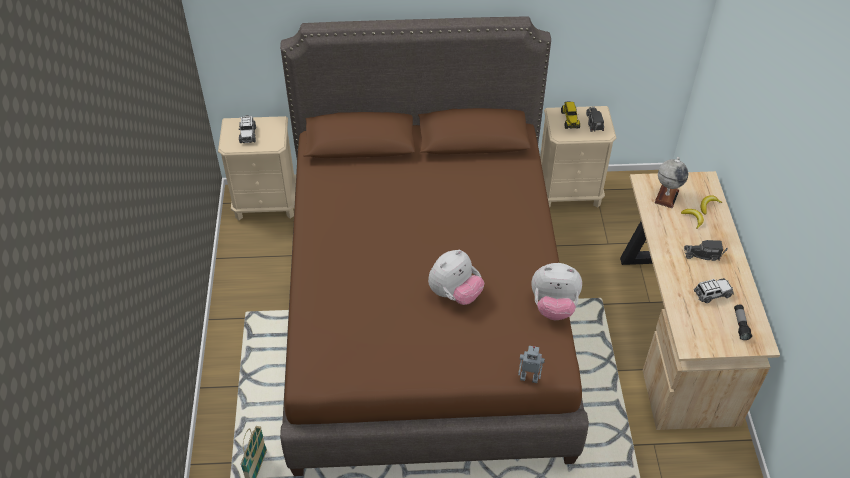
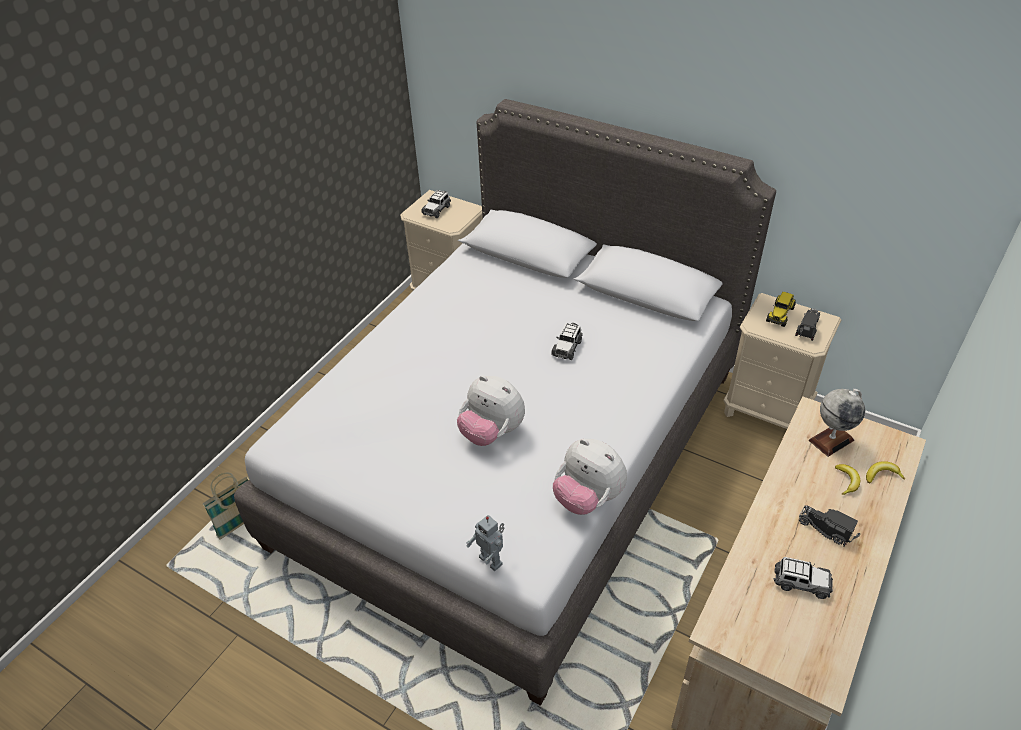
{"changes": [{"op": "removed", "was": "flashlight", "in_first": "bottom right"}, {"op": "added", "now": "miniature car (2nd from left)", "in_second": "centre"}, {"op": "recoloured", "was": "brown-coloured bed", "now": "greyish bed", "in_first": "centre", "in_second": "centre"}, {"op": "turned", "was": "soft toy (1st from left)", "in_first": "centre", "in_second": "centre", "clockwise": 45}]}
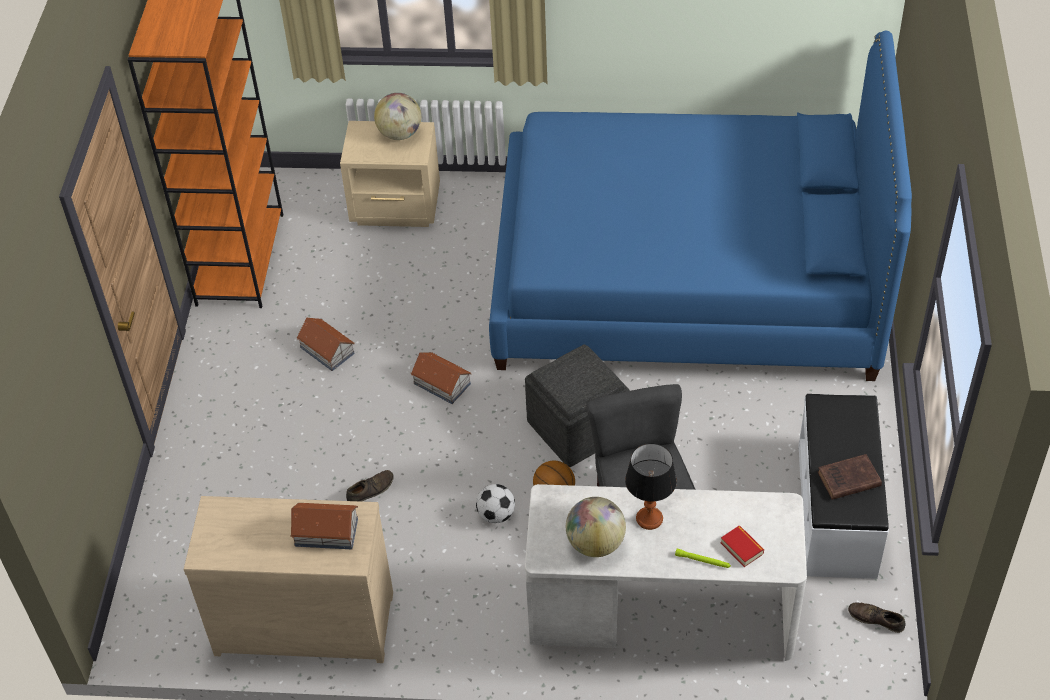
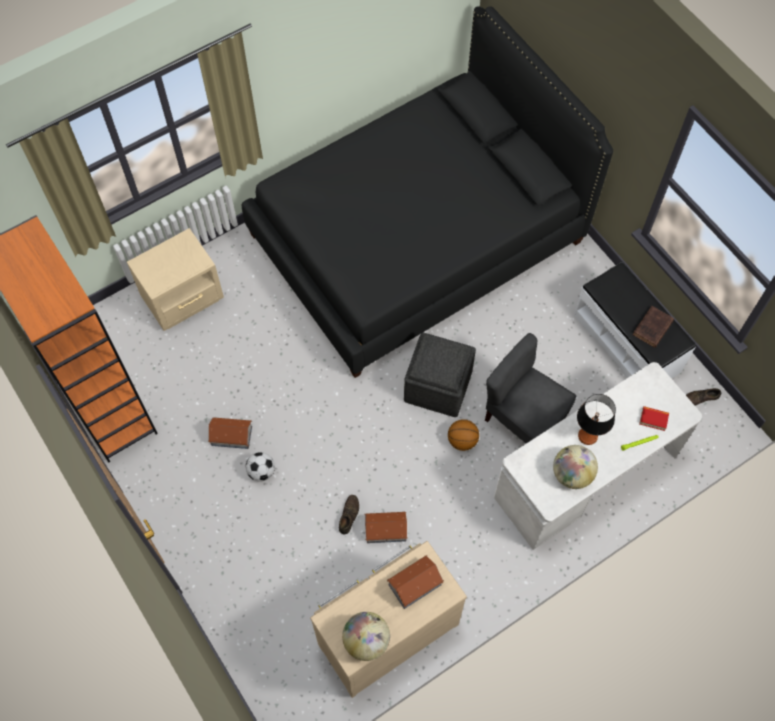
{"changes": [{"op": "moved", "was": "globe (1st from left)", "in_first": "top centre", "in_second": "bottom centre"}, {"op": "moved", "was": "toy house (3rd from left in the first image)", "now": "toy house (2nd from left)", "in_first": "centre", "in_second": "bottom centre"}, {"op": "moved", "was": "football ball", "in_first": "bottom centre", "in_second": "centre"}, {"op": "recoloured", "was": "bluish bed", "now": "blackish bed", "in_first": "top right", "in_second": "top centre"}]}
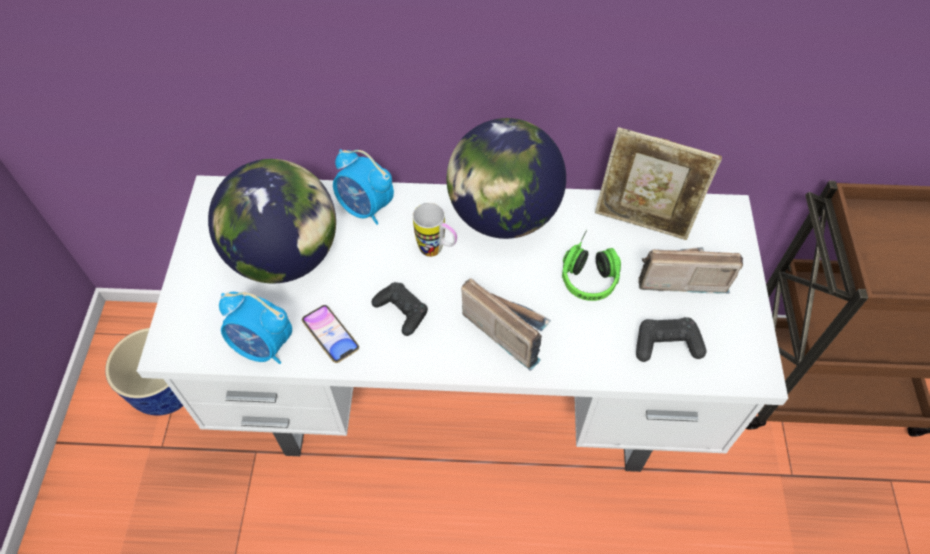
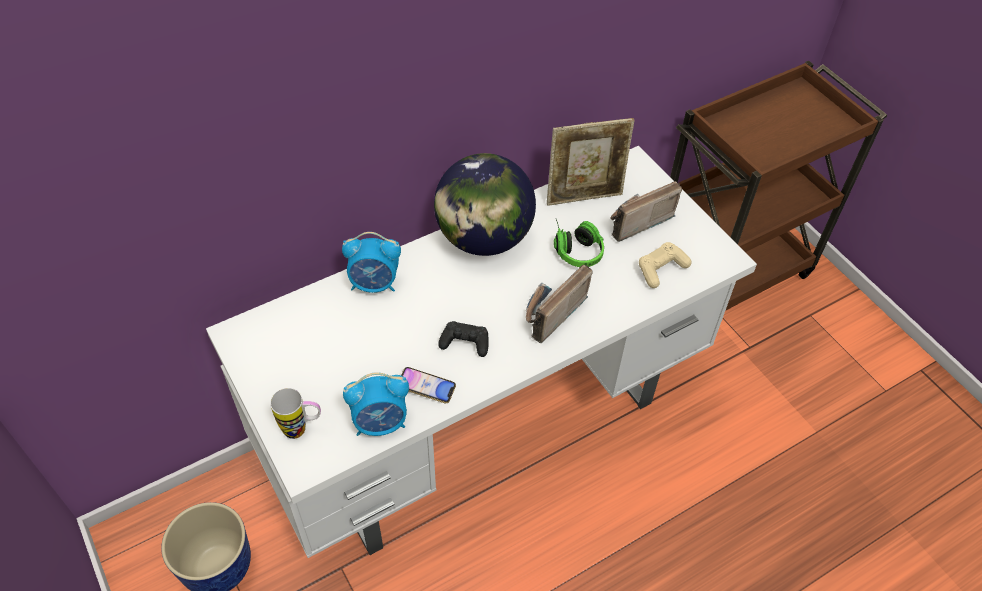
{"changes": [{"op": "removed", "was": "globe (1st from left)", "in_first": "middle left"}, {"op": "moved", "was": "tea mug", "in_first": "centre", "in_second": "bottom left"}, {"op": "recoloured", "was": "blackish gamepad (2nd from left)", "now": "sand-coloured gamepad", "in_first": "middle right", "in_second": "middle right"}, {"op": "turned", "was": "radio receiver (1st from left)", "in_first": "centre", "in_second": "centre", "clockwise": -60}]}
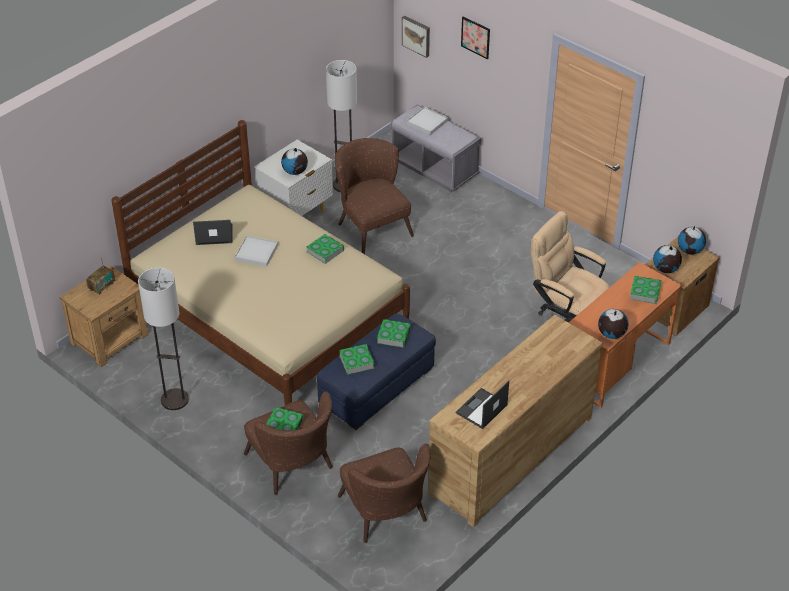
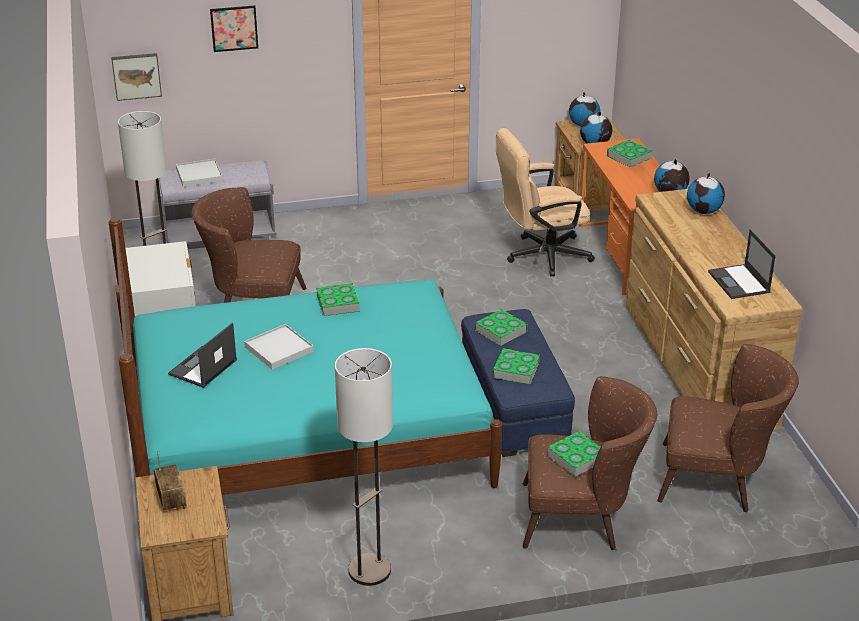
{"changes": [{"op": "moved", "was": "globe (1st from left in the first image)", "now": "globe (4th from left)", "in_first": "top centre", "in_second": "top right"}, {"op": "recoloured", "was": "sand-coloured bed", "now": "blue-green bed", "in_first": "middle left", "in_second": "centre"}]}
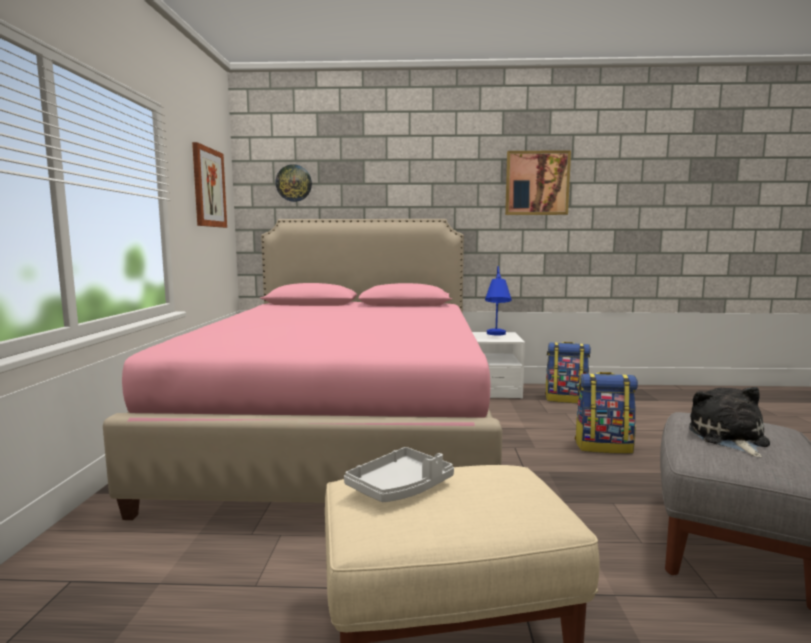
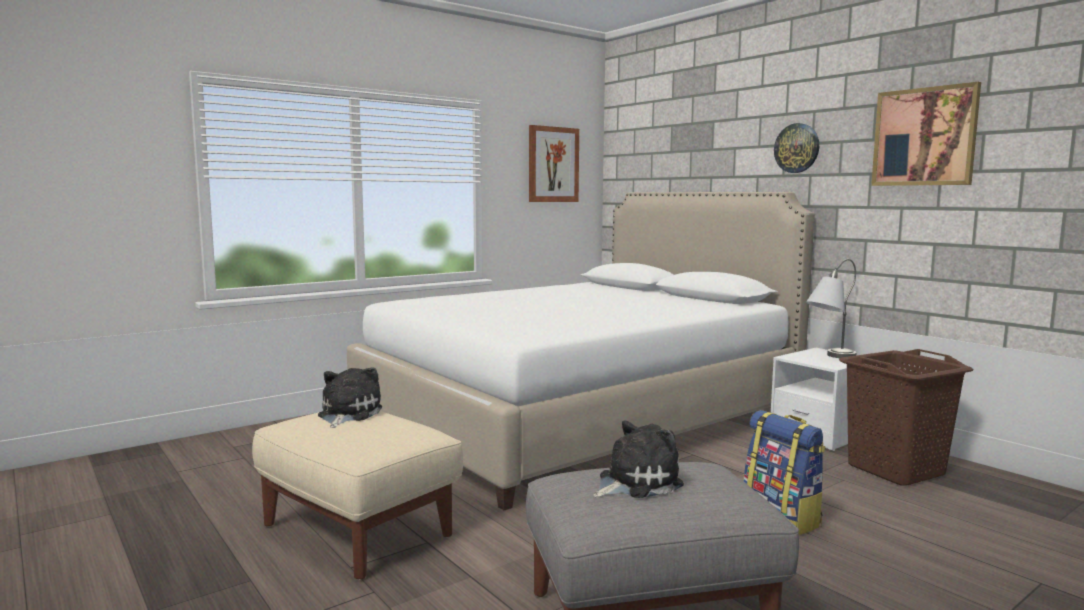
{"changes": [{"op": "moved", "was": "wall clock", "in_first": "top centre", "in_second": "top right"}, {"op": "replaced", "was": "greyish tray", "now": "soft toy (1st from left)", "in_first": "bottom centre", "in_second": "middle left"}, {"op": "replaced", "was": "rucksack (1st from left)", "now": "brown-coloured hamper", "in_first": "middle right", "in_second": "bottom right"}, {"op": "recoloured", "was": "pink-coloured bed", "now": "whitish bed", "in_first": "centre", "in_second": "centre"}, {"op": "recoloured", "was": "bluish tabletop lamp", "now": "greyish tabletop lamp", "in_first": "centre", "in_second": "middle right"}]}
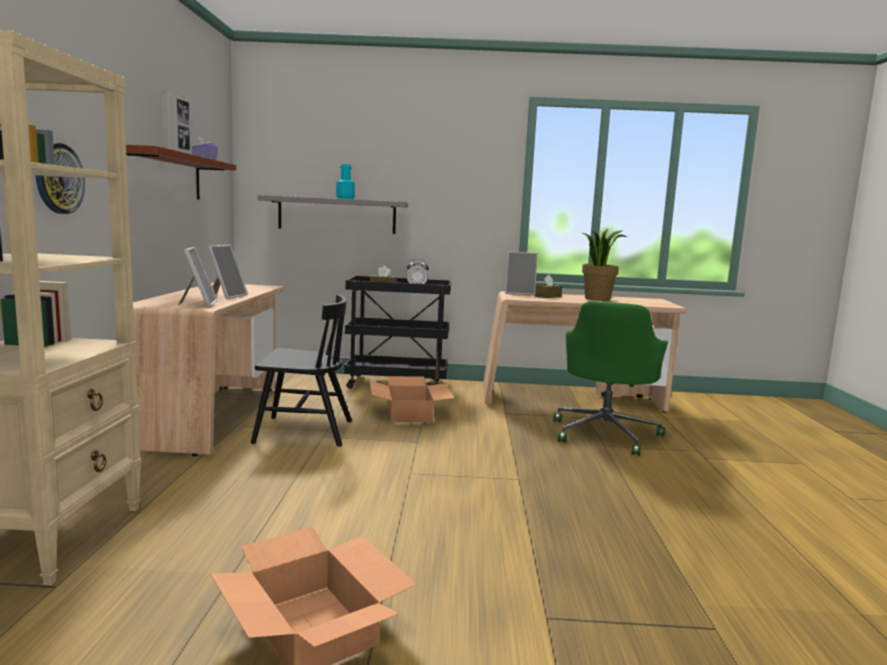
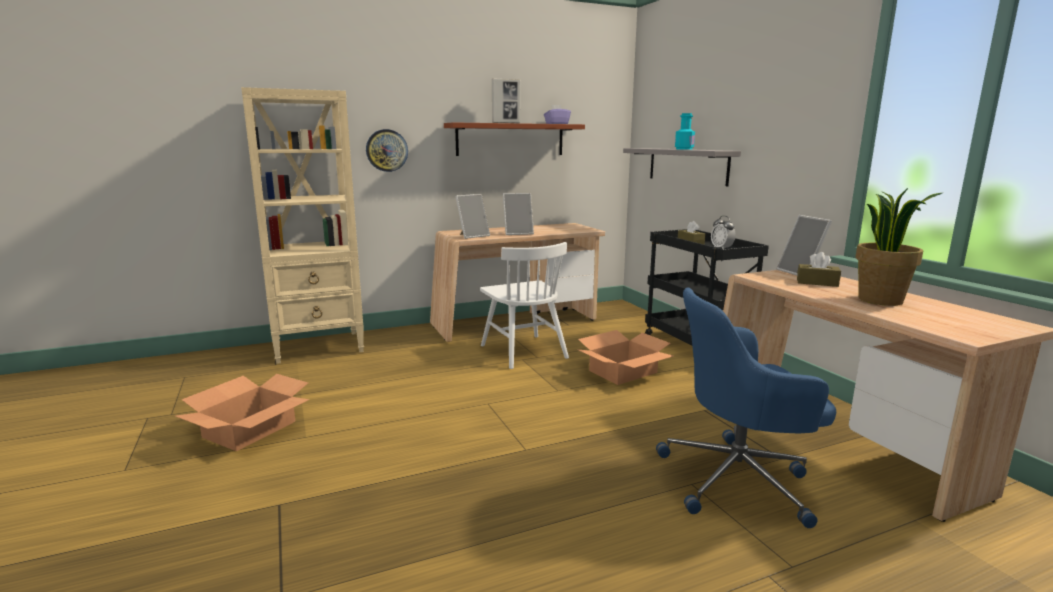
{"changes": [{"op": "recoloured", "was": "blackish plain chair", "now": "whitish plain chair", "in_first": "centre", "in_second": "centre"}, {"op": "recoloured", "was": "green computer chair", "now": "bluish computer chair", "in_first": "middle right", "in_second": "bottom right"}]}
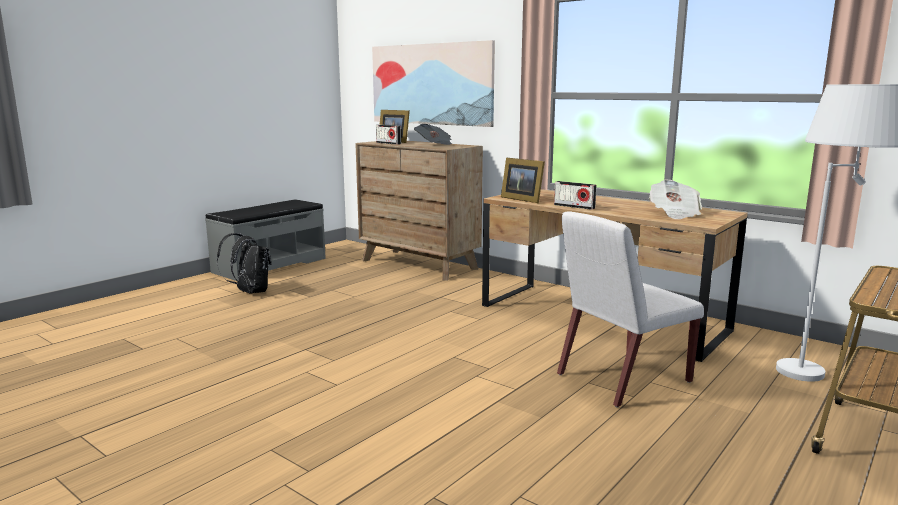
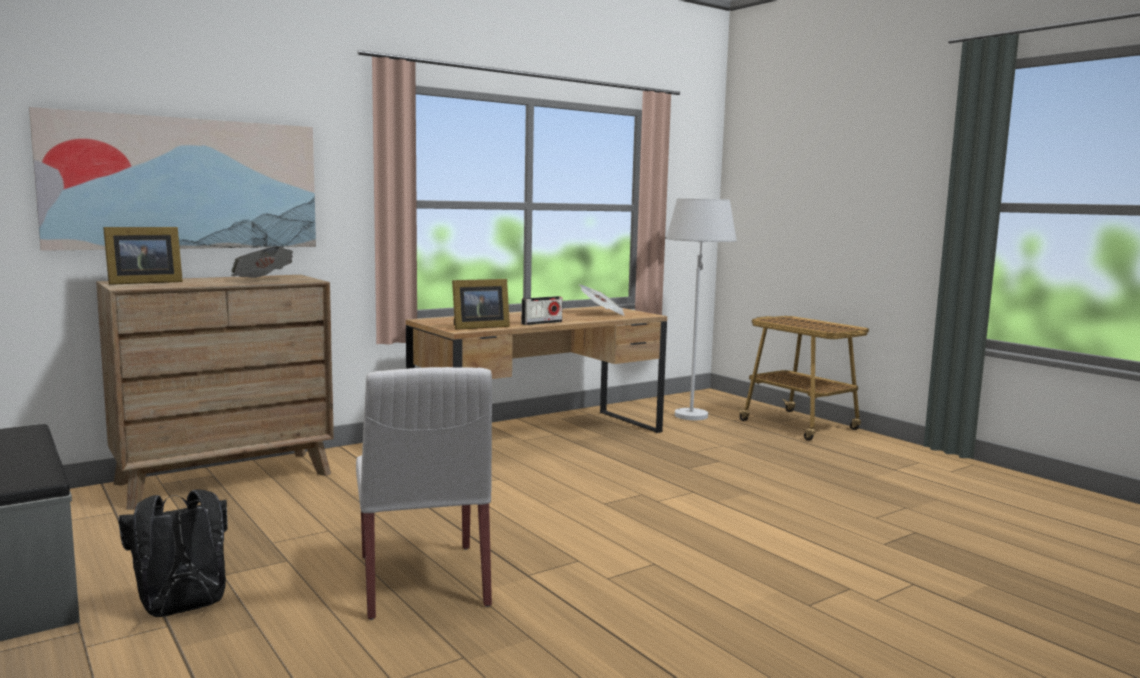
{"changes": [{"op": "removed", "was": "radio receiver (1st from left)", "in_first": "top centre"}, {"op": "moved", "was": "whitish plain chair", "in_first": "middle right", "in_second": "bottom centre"}]}
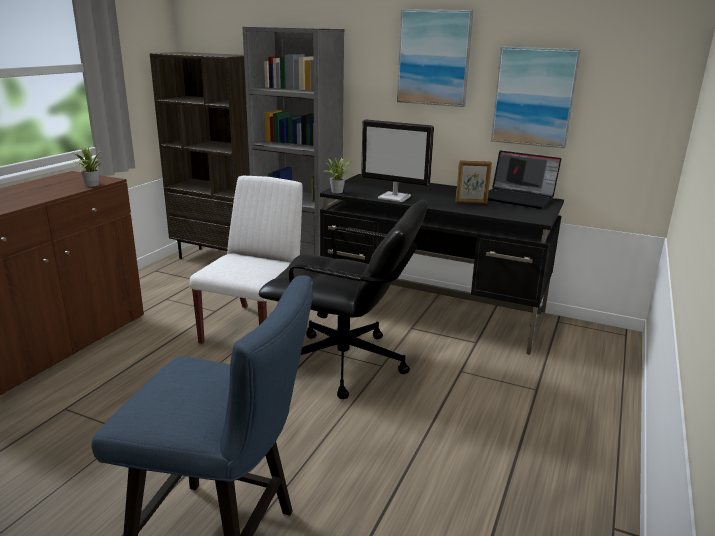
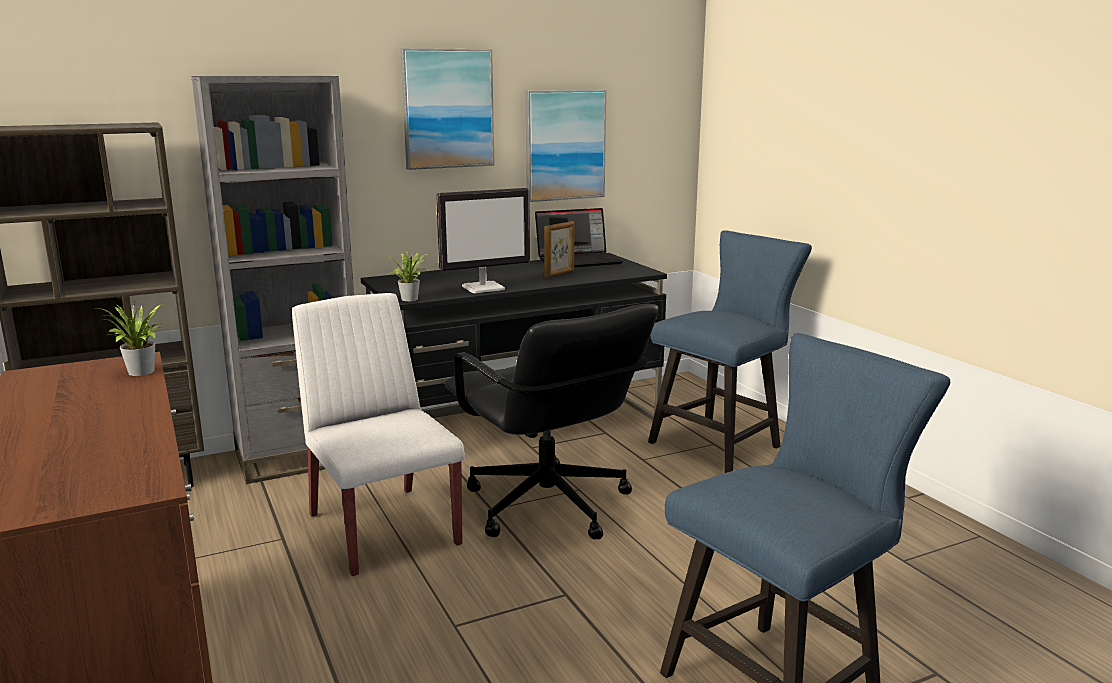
{"changes": [{"op": "added", "now": "bluish plain chair (1st from left)", "in_second": "centre"}, {"op": "turned", "was": "blackish computer chair", "in_first": "centre", "in_second": "centre", "clockwise": 90}]}
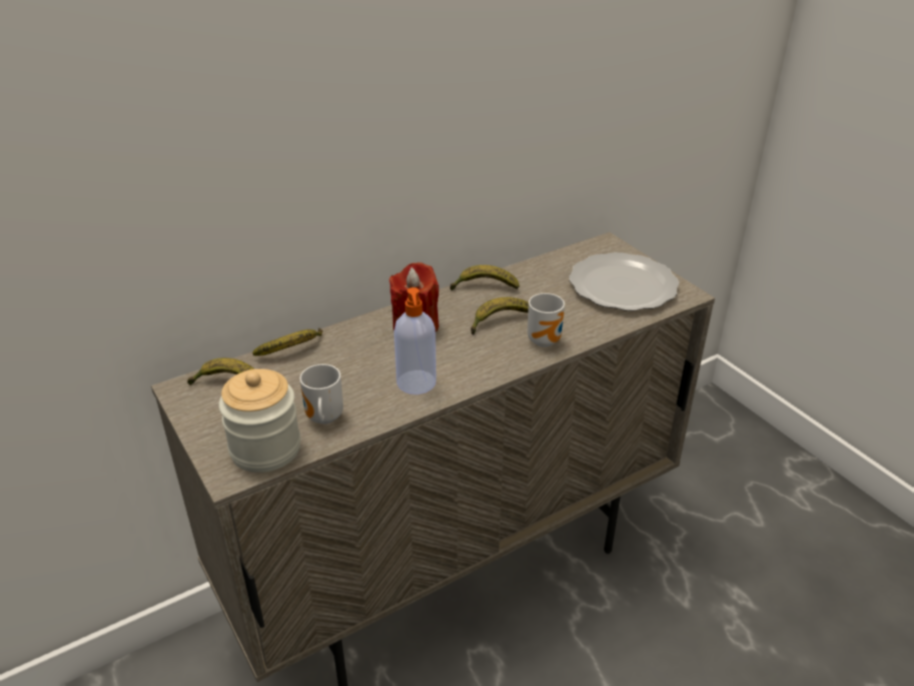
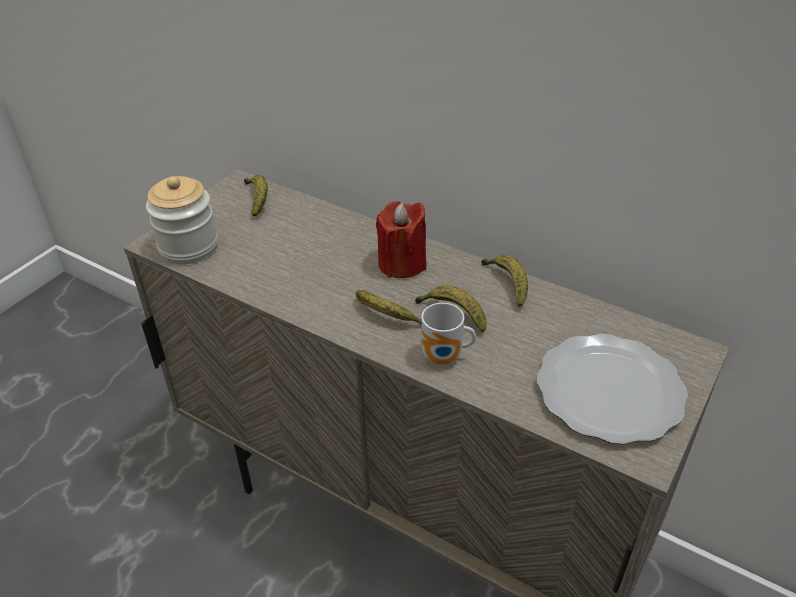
{"changes": [{"op": "removed", "was": "tea mug (1st from left)", "in_first": "centre"}, {"op": "removed", "was": "soap dispenser", "in_first": "centre"}, {"op": "moved", "was": "banana fruit (2nd from left)", "in_first": "middle left", "in_second": "centre"}]}
